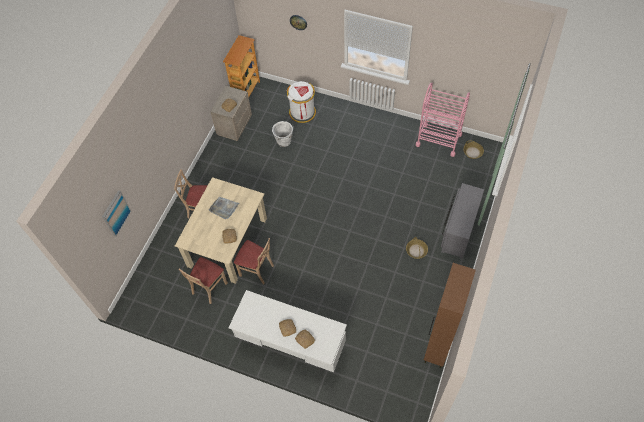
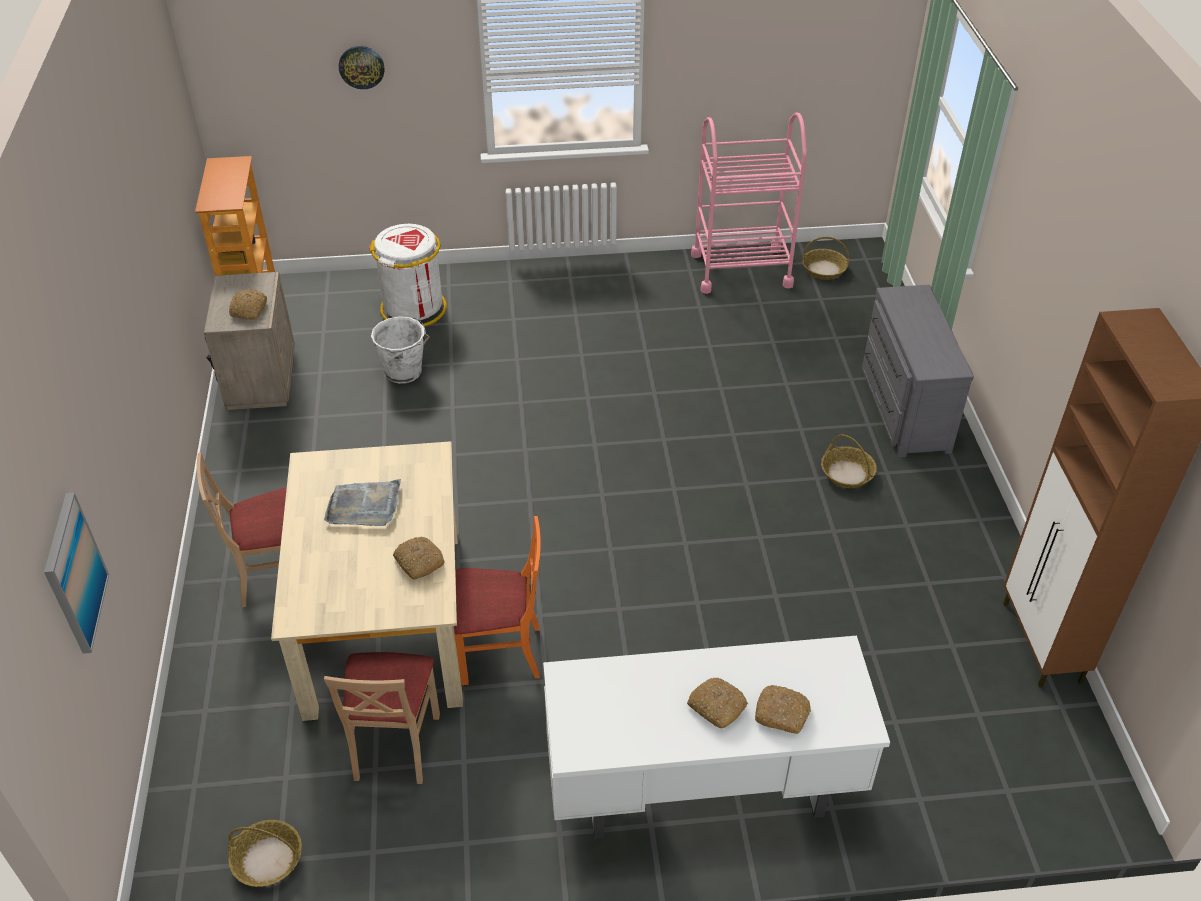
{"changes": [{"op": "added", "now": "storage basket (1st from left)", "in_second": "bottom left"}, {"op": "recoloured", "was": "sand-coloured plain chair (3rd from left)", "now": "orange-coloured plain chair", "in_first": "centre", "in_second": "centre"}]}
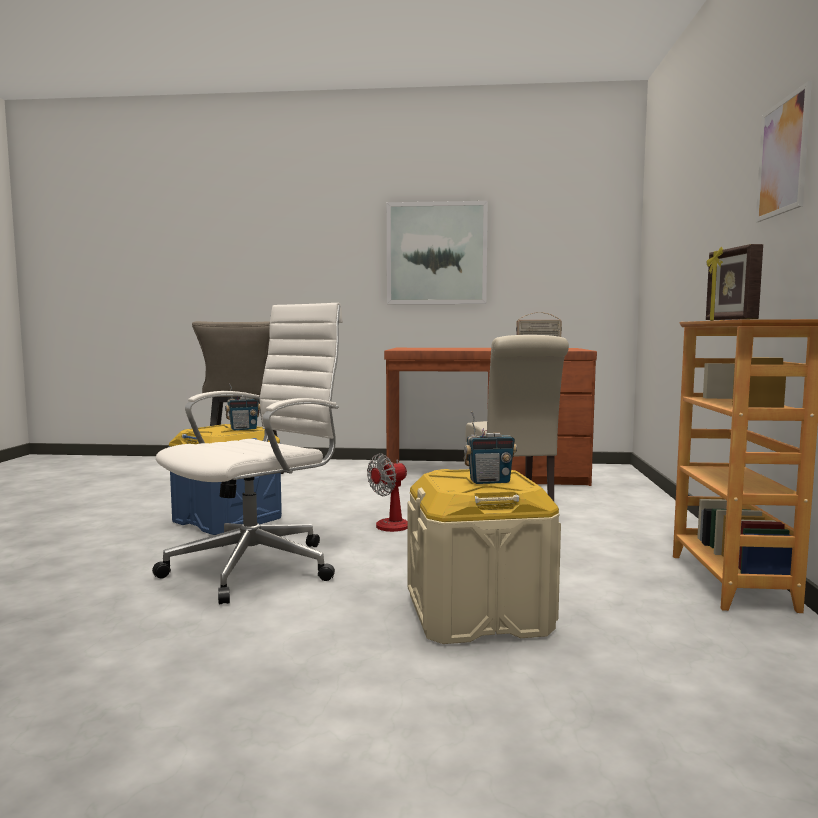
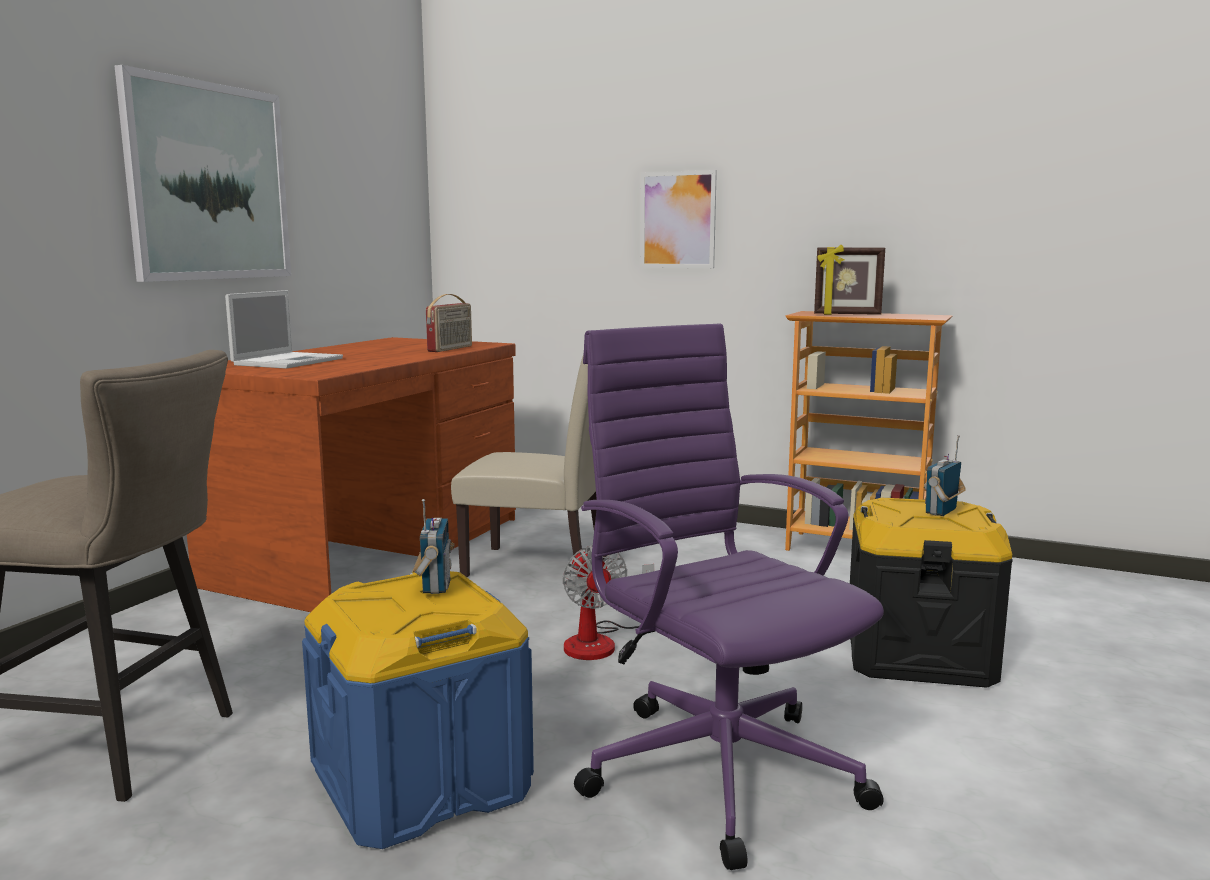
{"changes": [{"op": "added", "now": "notebook computer", "in_second": "middle left"}, {"op": "moved", "was": "wall picture (2nd from left)", "in_first": "top right", "in_second": "top centre"}, {"op": "recoloured", "was": "whitish computer chair", "now": "purple-coloured computer chair", "in_first": "middle left", "in_second": "bottom centre"}, {"op": "recoloured", "was": "sand-coloured storage box", "now": "blackish storage box", "in_first": "bottom centre", "in_second": "bottom right"}, {"op": "turned", "was": "radio receiver (2nd from left in the first image)", "in_first": "centre", "in_second": "middle right", "clockwise": -150}]}
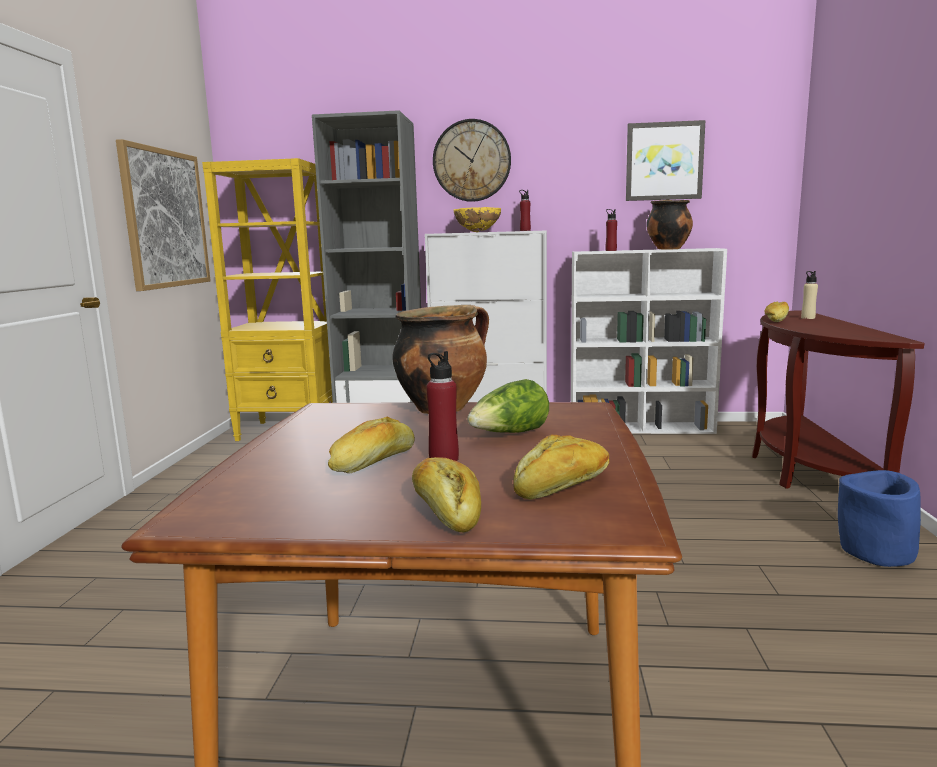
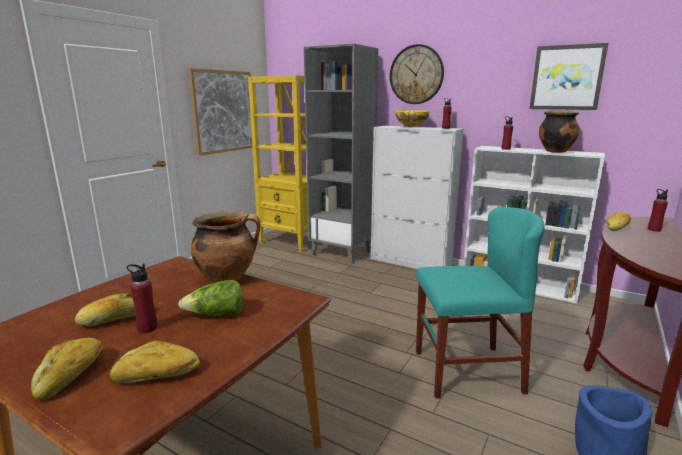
{"changes": [{"op": "added", "now": "blue-green plain chair", "in_second": "middle right"}, {"op": "recoloured", "was": "sand-coloured drink bottle", "now": "red drink bottle (4th from left)", "in_first": "middle right", "in_second": "middle right"}]}
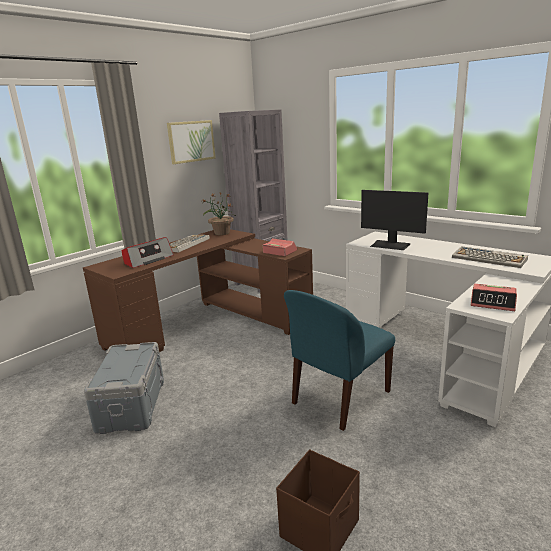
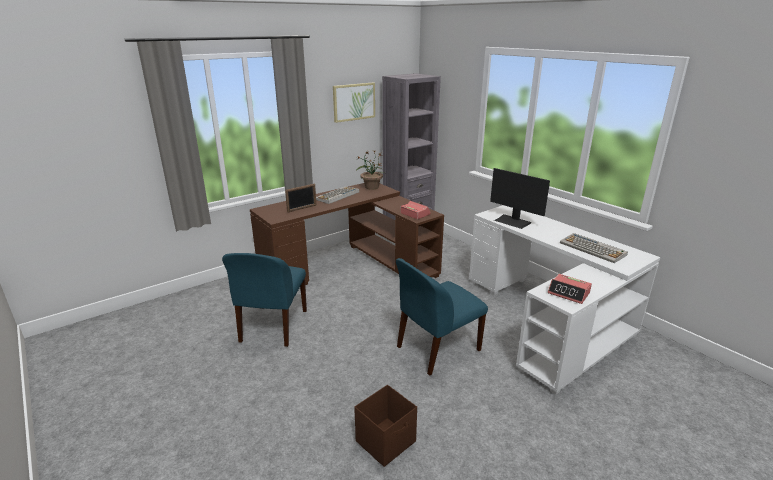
{"changes": [{"op": "replaced", "was": "greyish storage box", "now": "bluish plain chair (1st from left)", "in_first": "bottom left", "in_second": "centre"}, {"op": "replaced", "was": "radio receiver", "now": "standing frame", "in_first": "middle left", "in_second": "centre"}]}
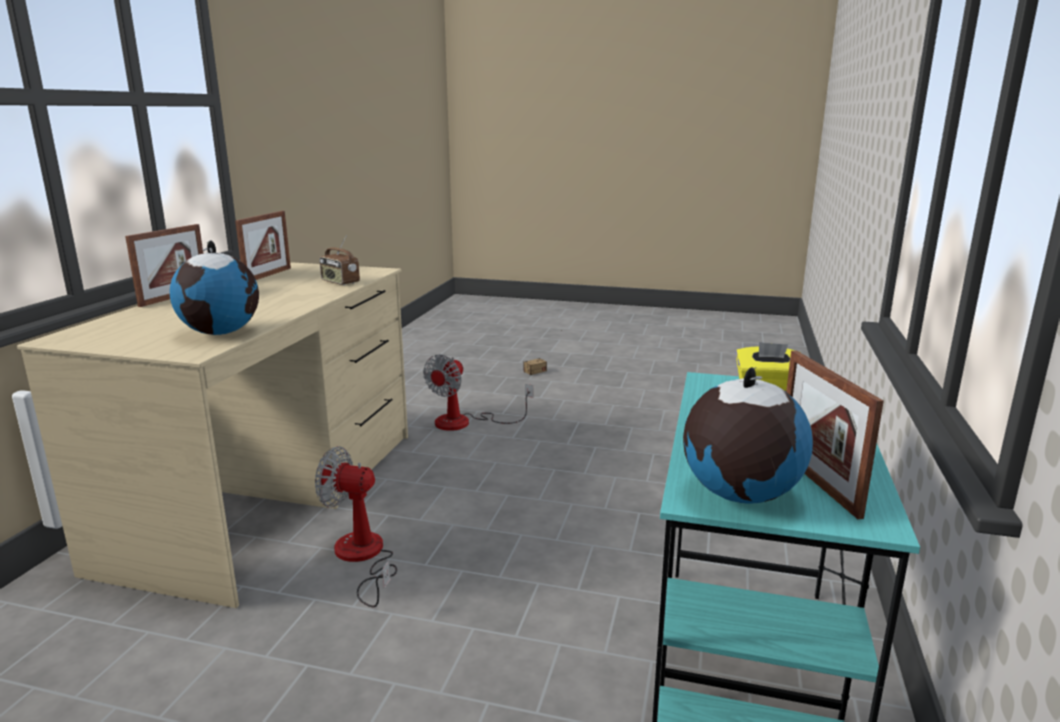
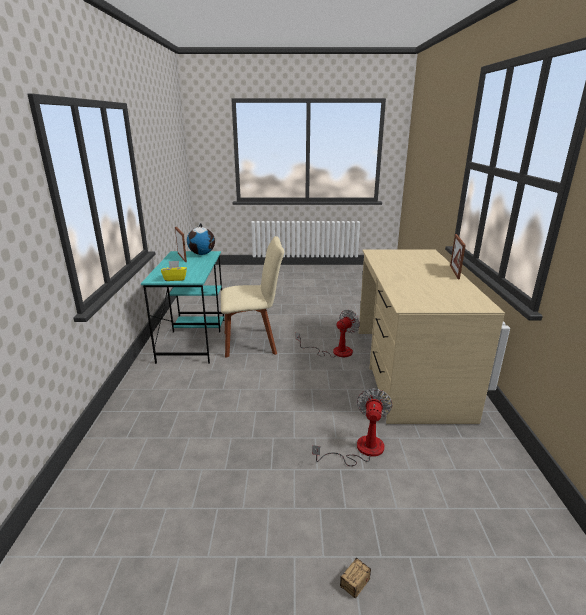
{"changes": [{"op": "removed", "was": "globe (1st from left)", "in_first": "middle left"}, {"op": "removed", "was": "standing frame (2nd from left)", "in_first": "middle left"}, {"op": "removed", "was": "radio receiver", "in_first": "middle left"}, {"op": "added", "now": "sand-coloured plain chair", "in_second": "centre"}, {"op": "turned", "was": "cooling fan (1st from left)", "in_first": "bottom centre", "in_second": "centre", "clockwise": -45}]}
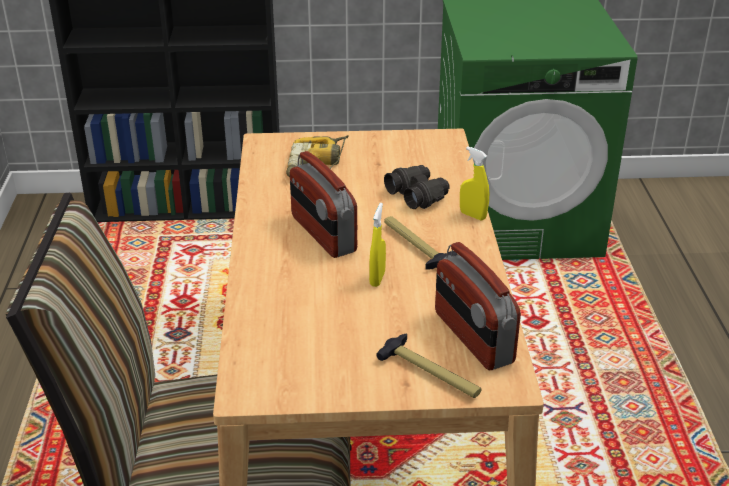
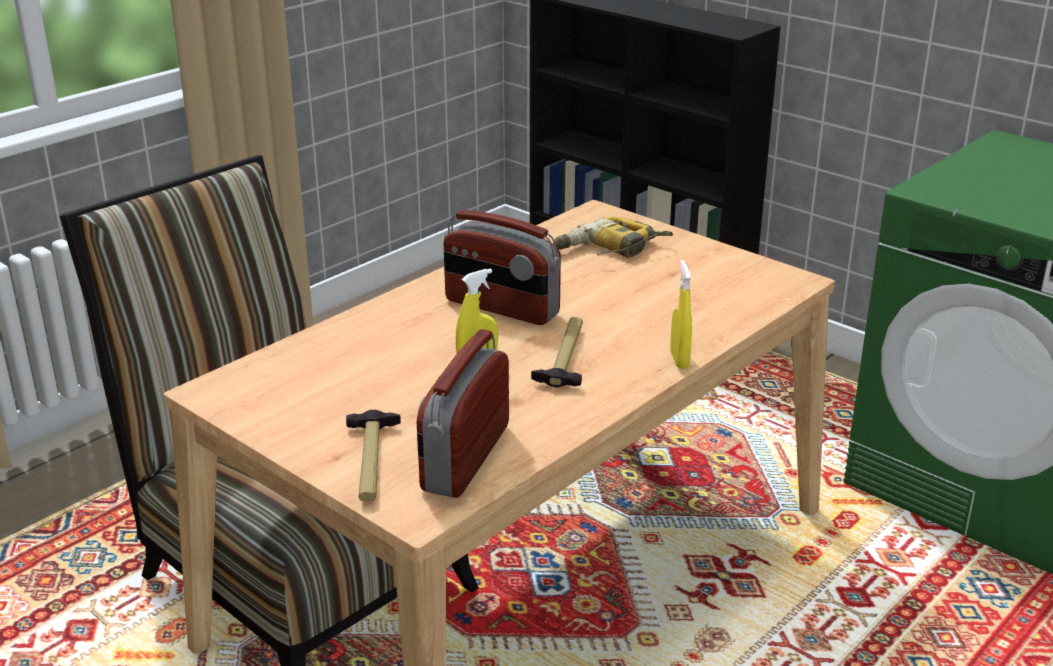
{"changes": [{"op": "removed", "was": "blackish pair of binoculars", "in_first": "centre"}, {"op": "turned", "was": "radio receiver (1st from left in the first image)", "in_first": "centre", "in_second": "centre", "clockwise": -75}]}
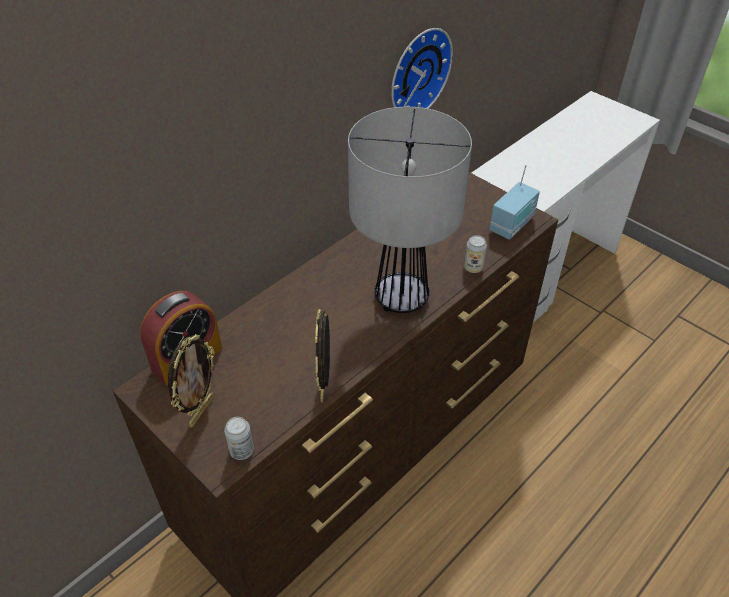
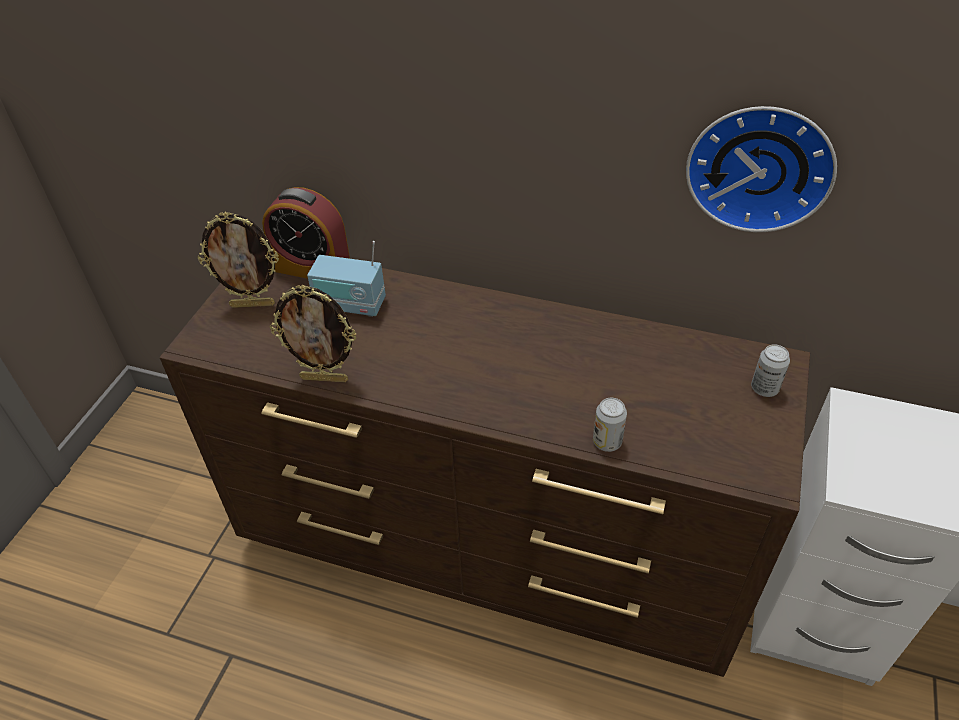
{"changes": [{"op": "removed", "was": "tabletop lamp", "in_first": "centre"}, {"op": "moved", "was": "sealed can (1st from left in the first image)", "now": "sealed can (2nd from left)", "in_first": "bottom left", "in_second": "middle right"}, {"op": "moved", "was": "radio receiver", "in_first": "middle right", "in_second": "centre"}, {"op": "turned", "was": "standing frame (2nd from left)", "in_first": "centre", "in_second": "middle left", "clockwise": -150}]}
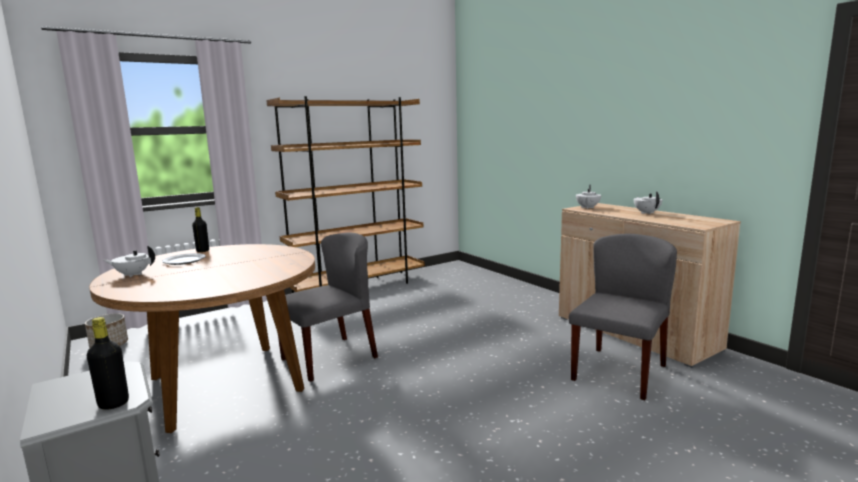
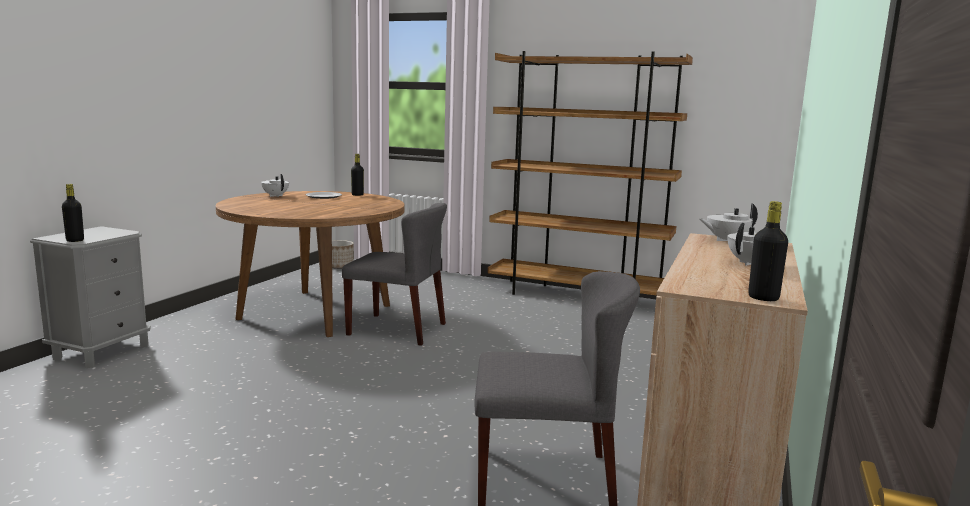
{"changes": [{"op": "added", "now": "blackish drink bottle (3rd from left)", "in_second": "middle right"}]}
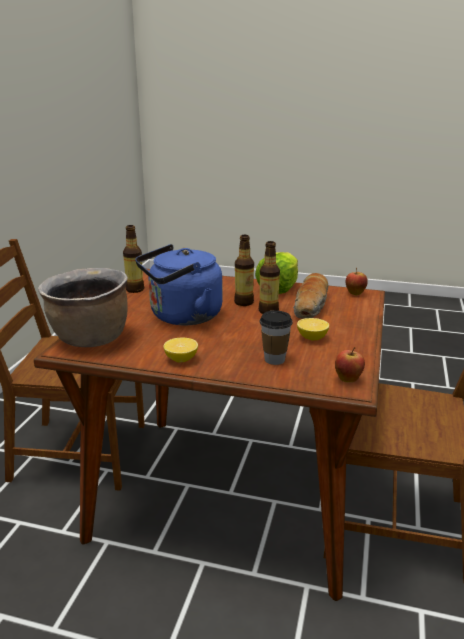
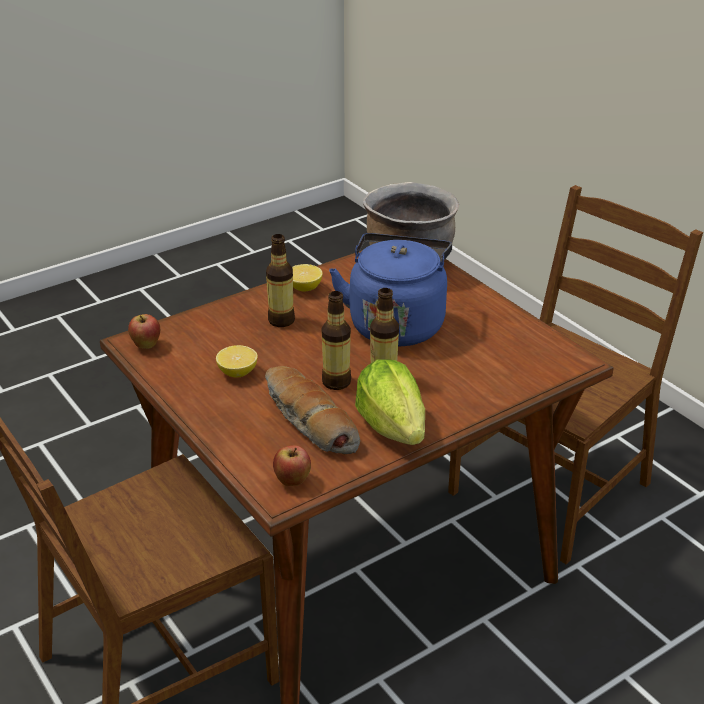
{"changes": [{"op": "removed", "was": "small cup", "in_first": "centre"}, {"op": "moved", "was": "drink bottle (1st from left)", "in_first": "middle left", "in_second": "centre"}]}
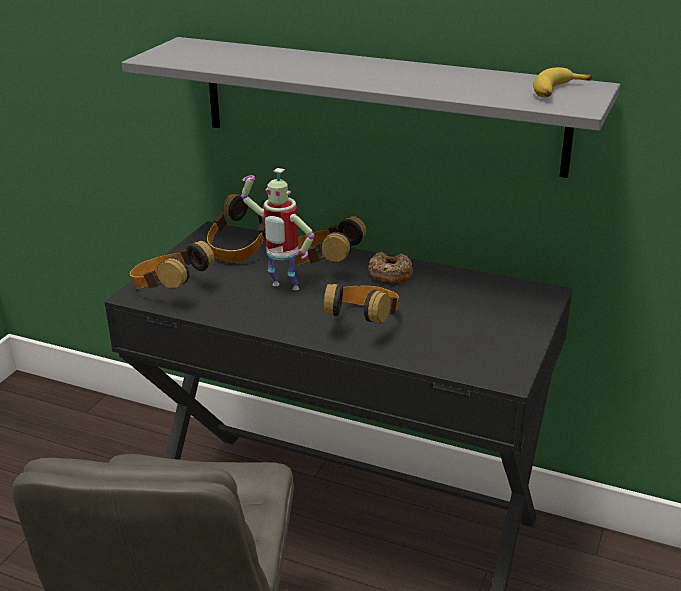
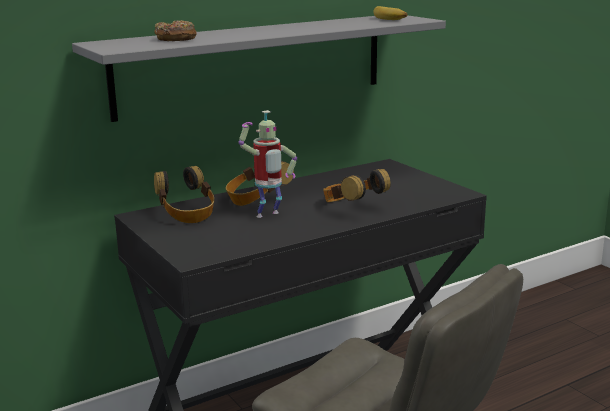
{"changes": [{"op": "removed", "was": "pair of headphones (1st from left)", "in_first": "middle left"}, {"op": "moved", "was": "ring doughnut", "in_first": "centre", "in_second": "top left"}]}
